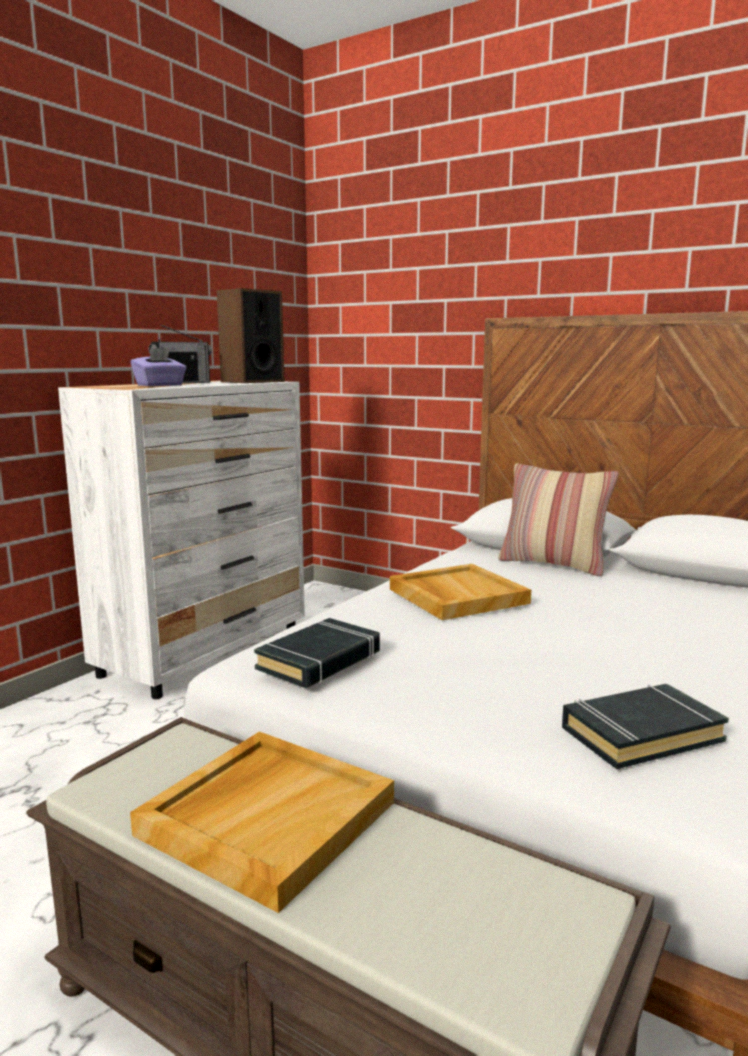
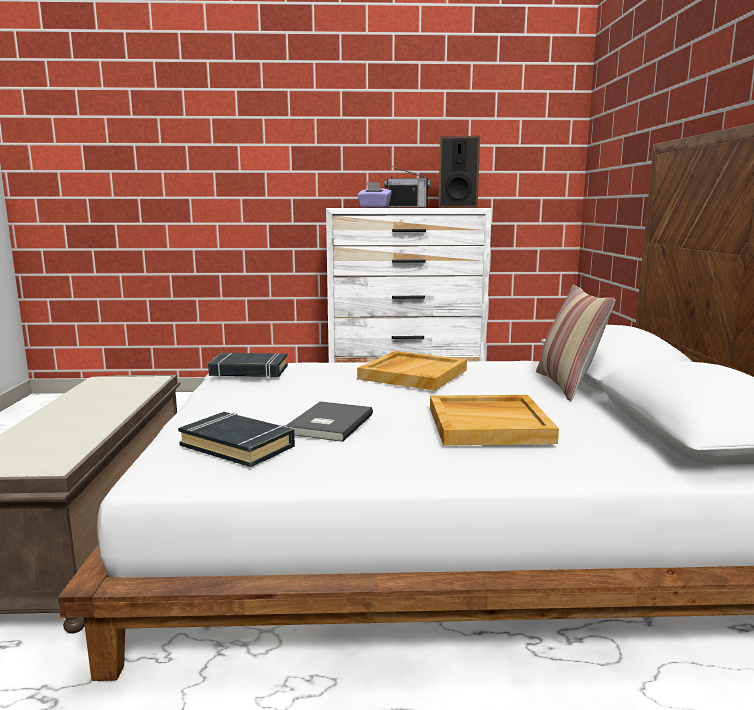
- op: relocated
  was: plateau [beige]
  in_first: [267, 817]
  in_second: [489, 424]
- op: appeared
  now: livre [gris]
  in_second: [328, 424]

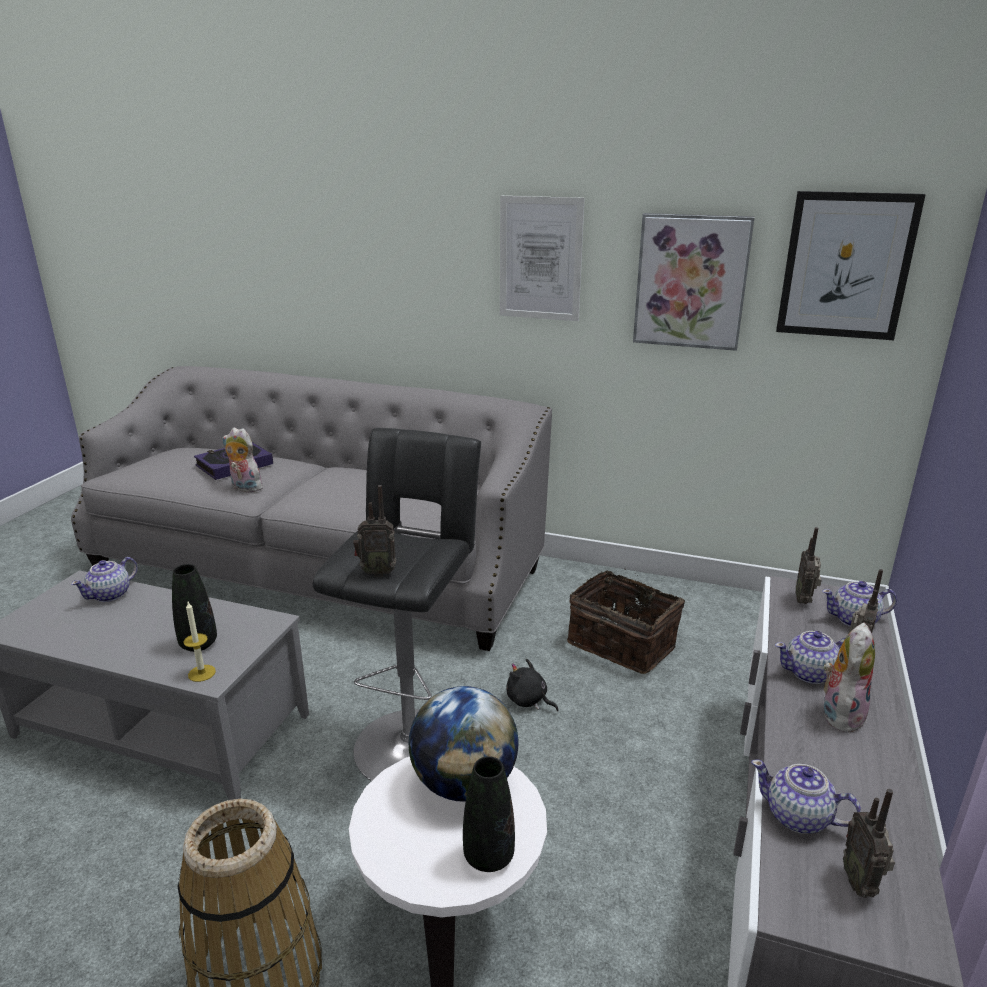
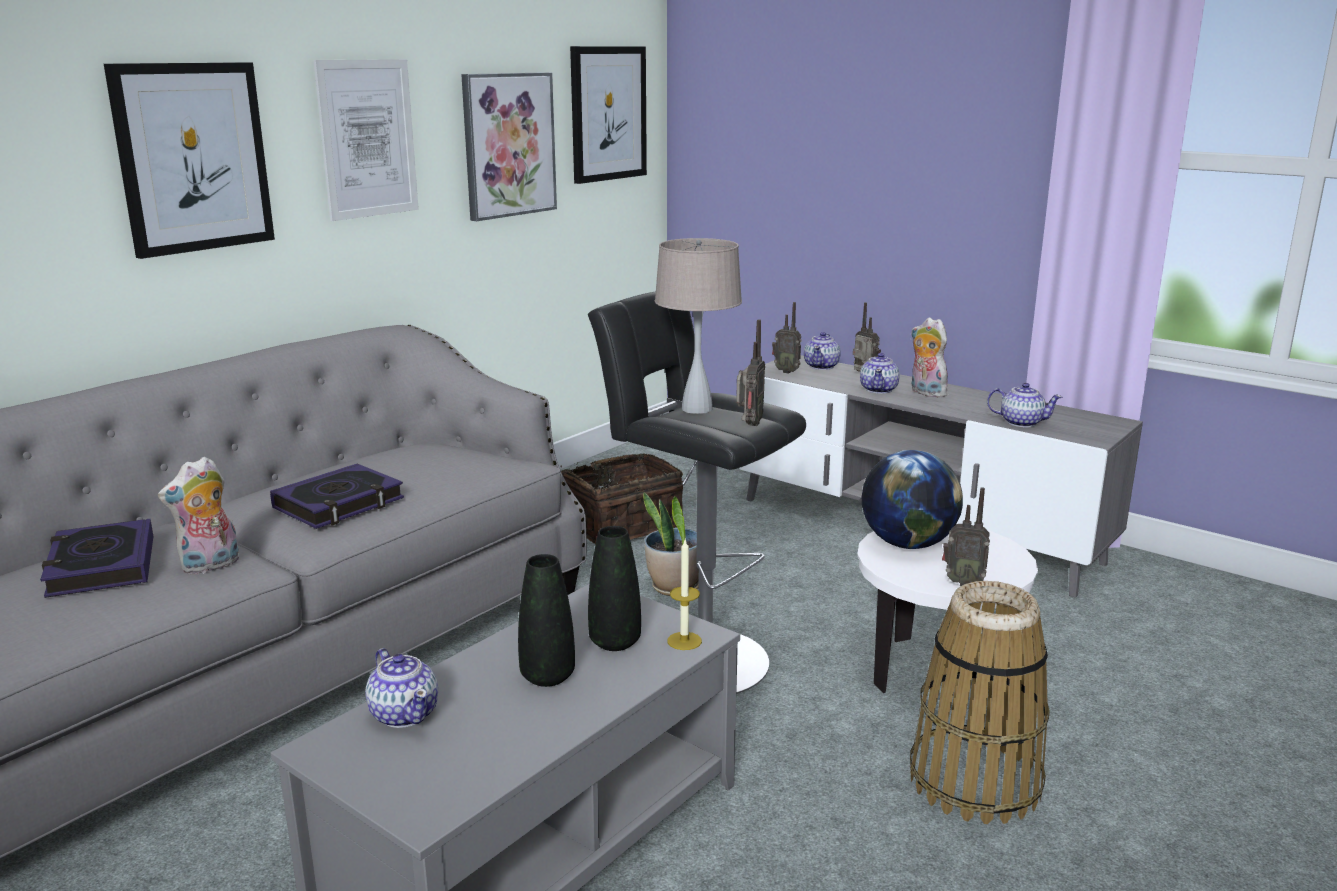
- op: exchanged
  was: peluche [noir]
  now: plante en pot
  in_first: [528, 700]
  in_second: [674, 587]
- op: relocated
  was: vase [noir]
  in_first: [488, 857]
  in_second: [547, 676]
- op: spun
  was: théière
  in_first: [798, 817]
  in_second: [1021, 422]
  clockwise: -120
- op: relocated
  was: radio
  in_first: [861, 883]
  in_second: [962, 582]
- op: appeared
  now: tableau
  in_second: [193, 158]
- op: appeared
  now: lampe de table [beige]
  in_second: [697, 409]
- op: appeared
  now: livre
  in_second: [339, 504]

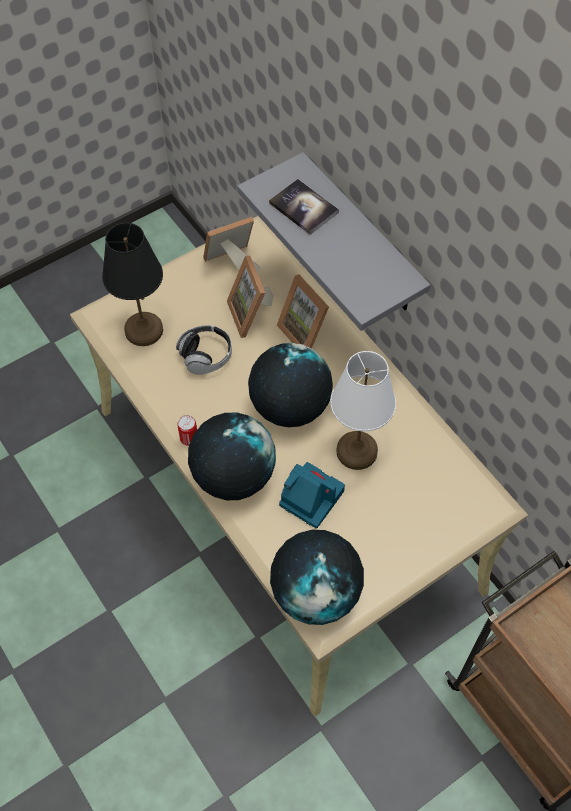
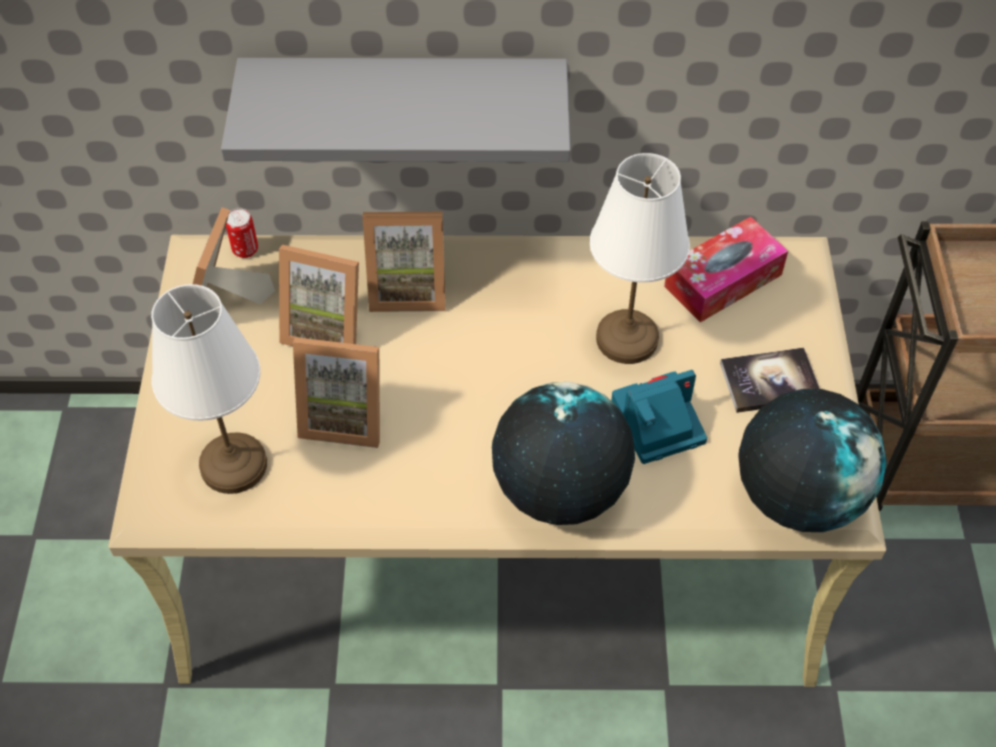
- op: relocated
  was: livre
  in_first: [303, 208]
  in_second: [769, 381]
- op: colour
  was: lampe de table [noir]
  now: lampe de table [blanc]
  in_first: [143, 330]
  in_second: [233, 466]
- op: exchanged
  was: casque audio
  now: cadre photo
  in_first: [206, 356]
  in_second: [344, 416]
- op: missing
  was: globe
  in_first: [289, 406]
- op: relocated
  was: boîte métallique
  in_first: [189, 439]
  in_second: [245, 250]
- op: appeared
  now: boîte à mouchoirs
  in_second: [723, 280]

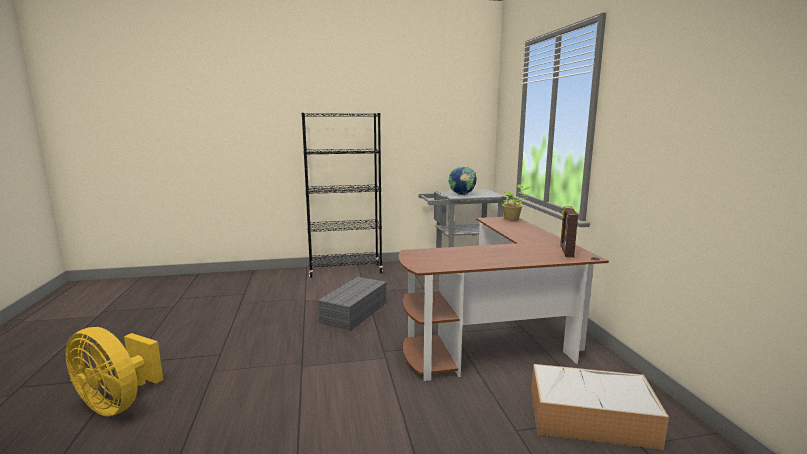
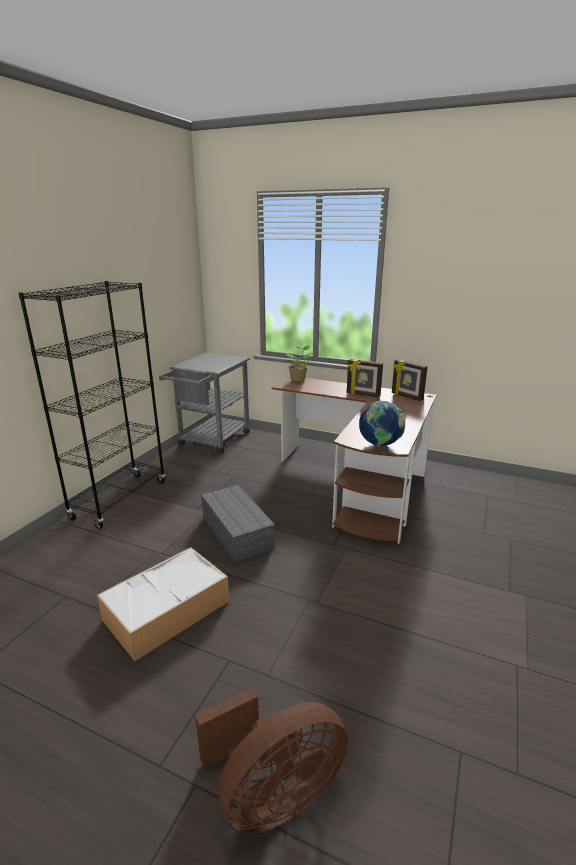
- op: relocated
  was: globe
  in_first: [462, 195]
  in_second: [380, 445]
- op: colour
  was: ventilateur [jaune]
  now: ventilateur [marron]
  in_first: [117, 403]
  in_second: [273, 794]
- op: relocated
  was: boîte de rangement
  in_first: [589, 418]
  in_second: [166, 612]
- op: appeared
  now: cadre photo
  in_second: [363, 394]

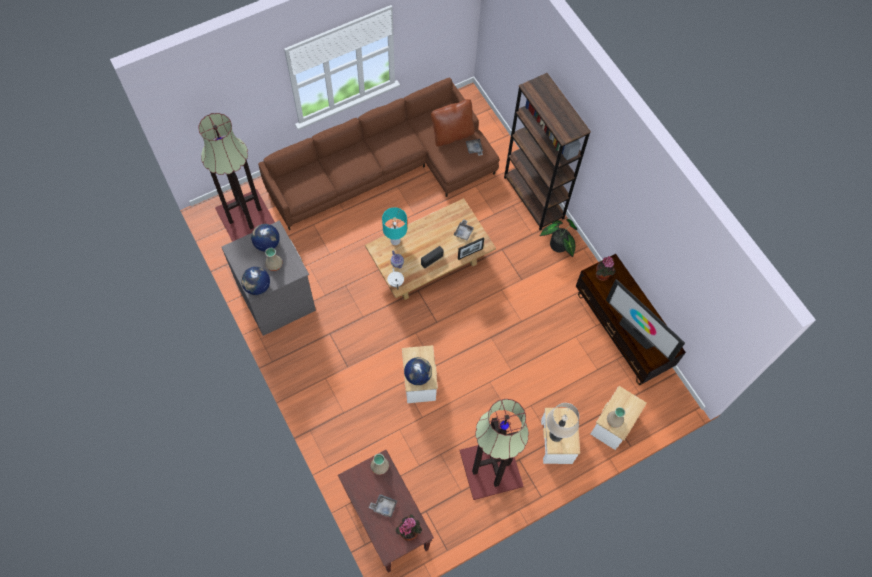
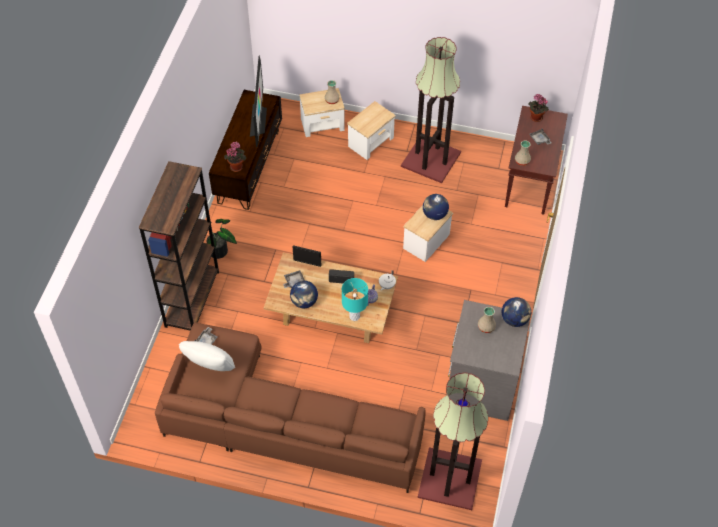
- op: colour
  was: coussin [marron]
  now: coussin [blanc]
  in_first: [452, 135]
  in_second: [209, 368]
- op: relocated
  was: globe
  in_first: [267, 244]
  in_second: [304, 302]
- op: missing
  was: lampe de table [beige]
  in_first: [556, 435]

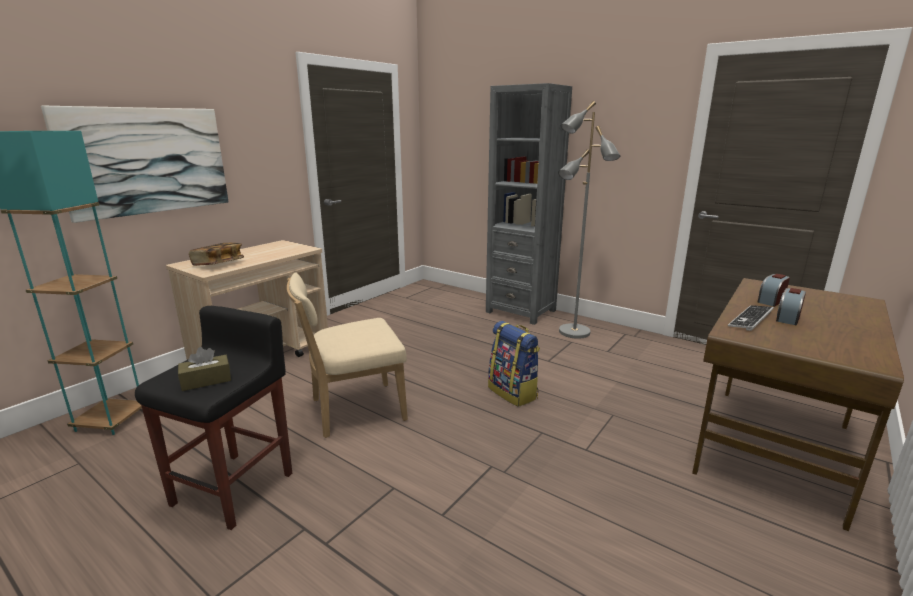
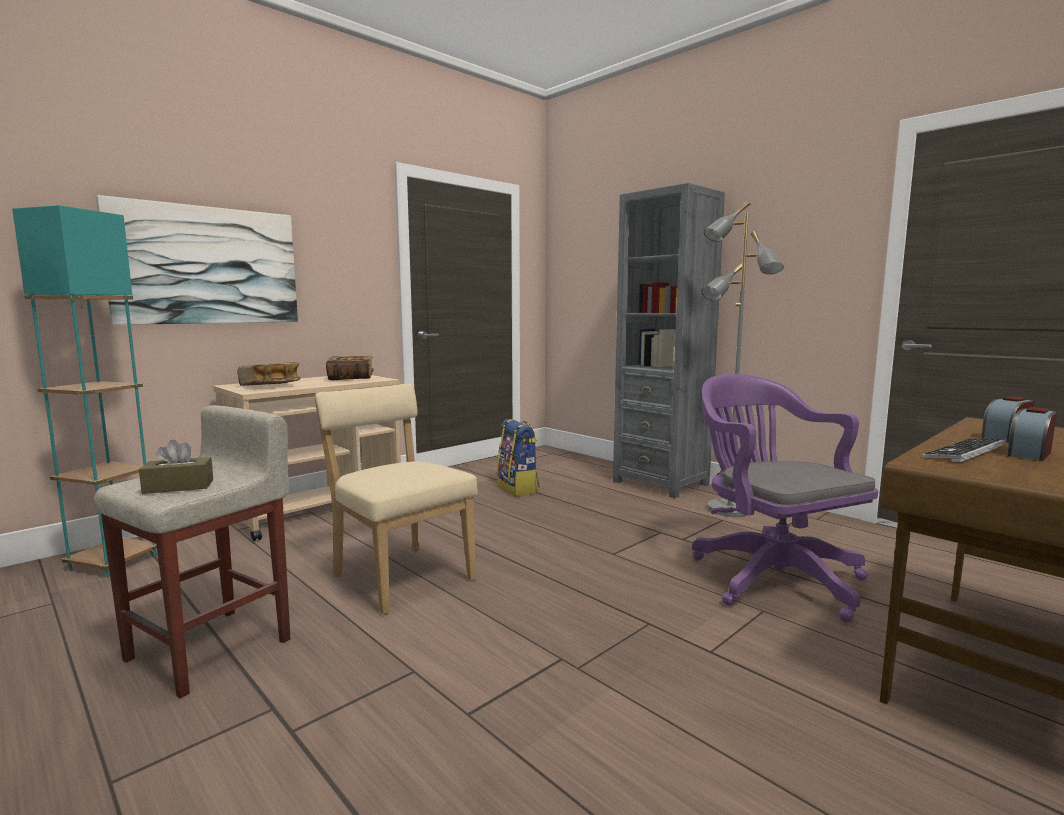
- op: spun
  was: chaise [beige]
  in_first: [353, 410]
  in_second: [399, 575]
  clockwise: 60
- op: colour
  was: tabouret [noir]
  now: tabouret [beige]
  in_first: [235, 487]
  in_second: [212, 648]
- op: relocated
  was: sac à dos
  in_first: [513, 393]
  in_second: [518, 488]
- op: appeared
  now: livre
  in_second: [351, 378]
- op: appeared
  now: chaise de bureau [violet]
  in_second: [770, 576]

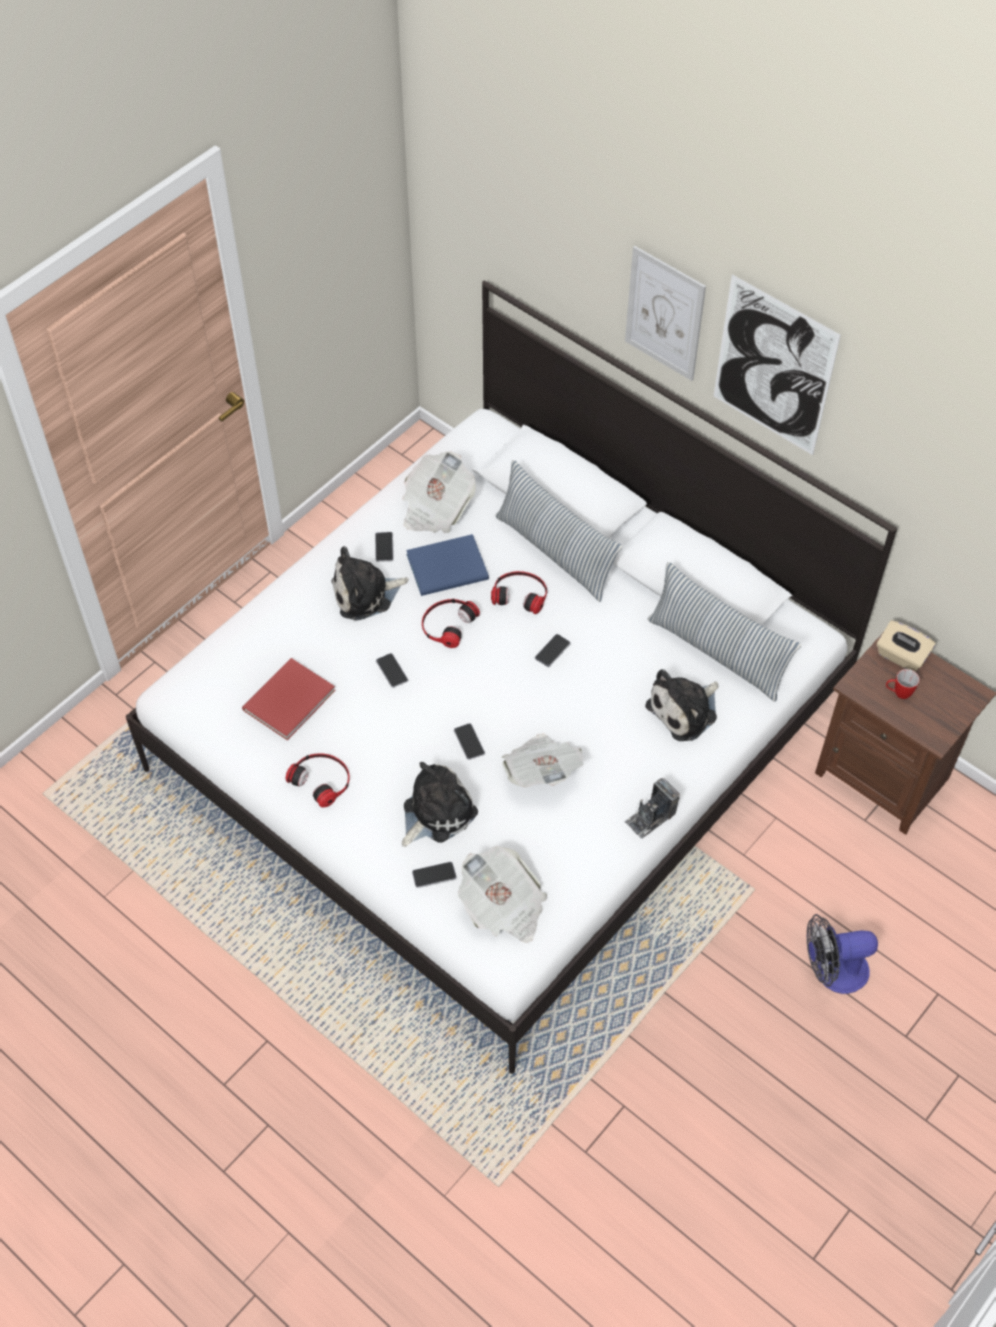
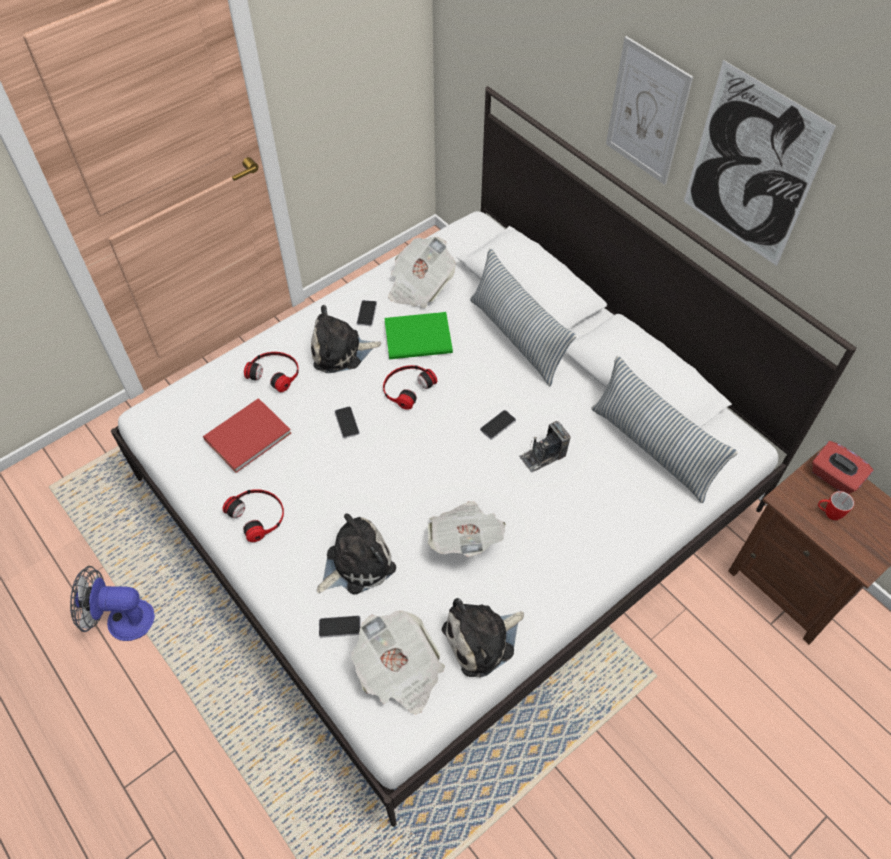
- op: colour
  was: livre [bleu]
  now: livre [vert]
  in_first: [450, 568]
  in_second: [420, 339]
- op: relocated
  was: casque audio
  in_first: [520, 594]
  in_second: [275, 372]
- op: colour
  was: boîte à mouchoirs [beige]
  now: boîte à mouchoirs [rouge]
  in_first: [901, 656]
  in_second: [834, 477]
- op: relocated
  was: peluche
  in_first: [685, 710]
  in_second: [482, 639]
- op: missing
  was: téléphone
  in_first: [469, 742]
- op: relocated
  was: appareil photo
  in_first: [650, 817]
  in_second: [543, 456]
- op: relocated
  was: ventilateur
  in_first: [832, 972]
  in_second: [122, 619]

